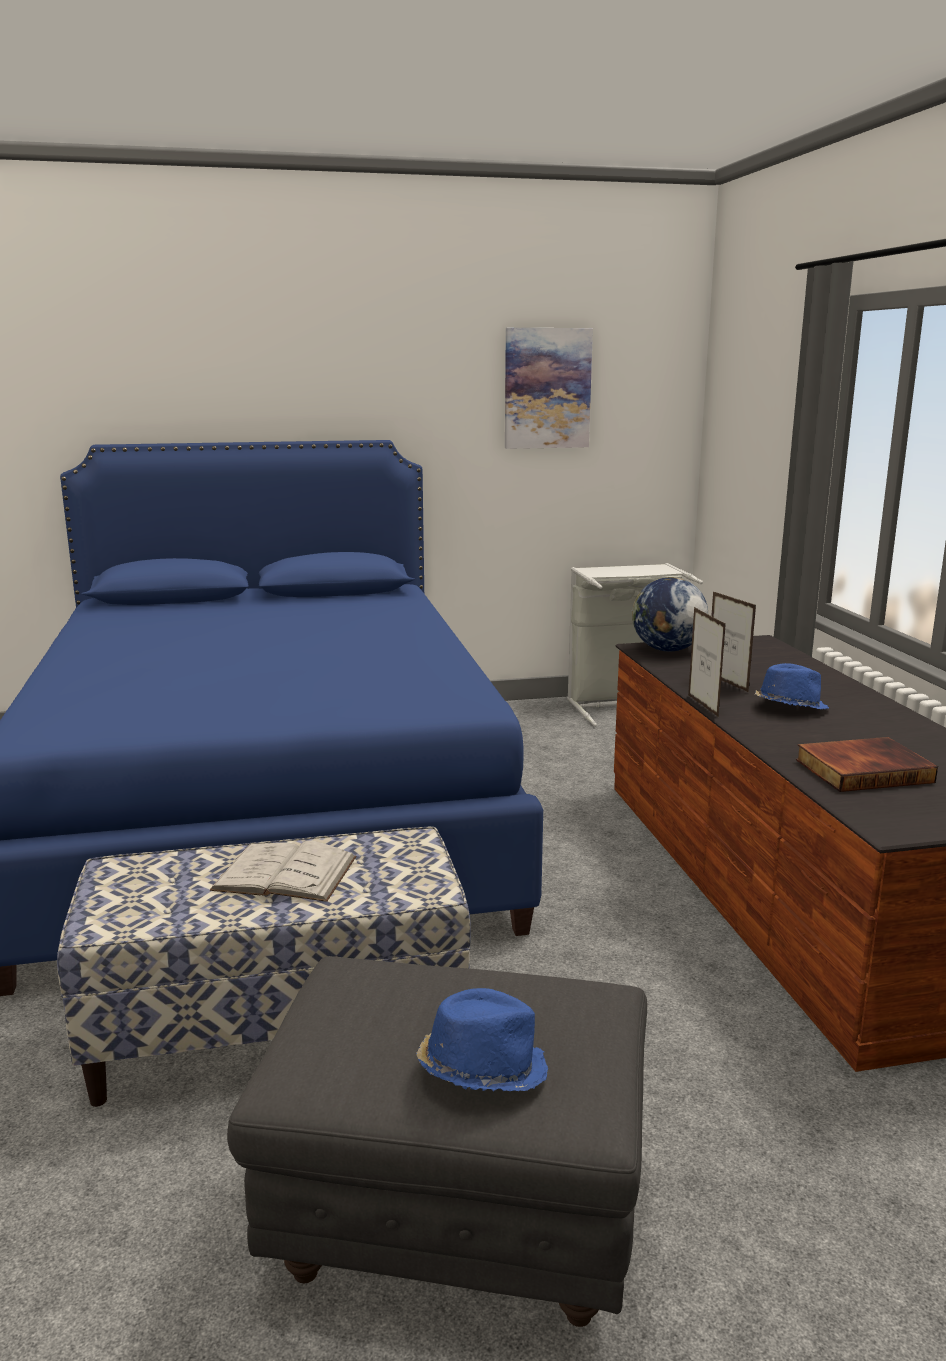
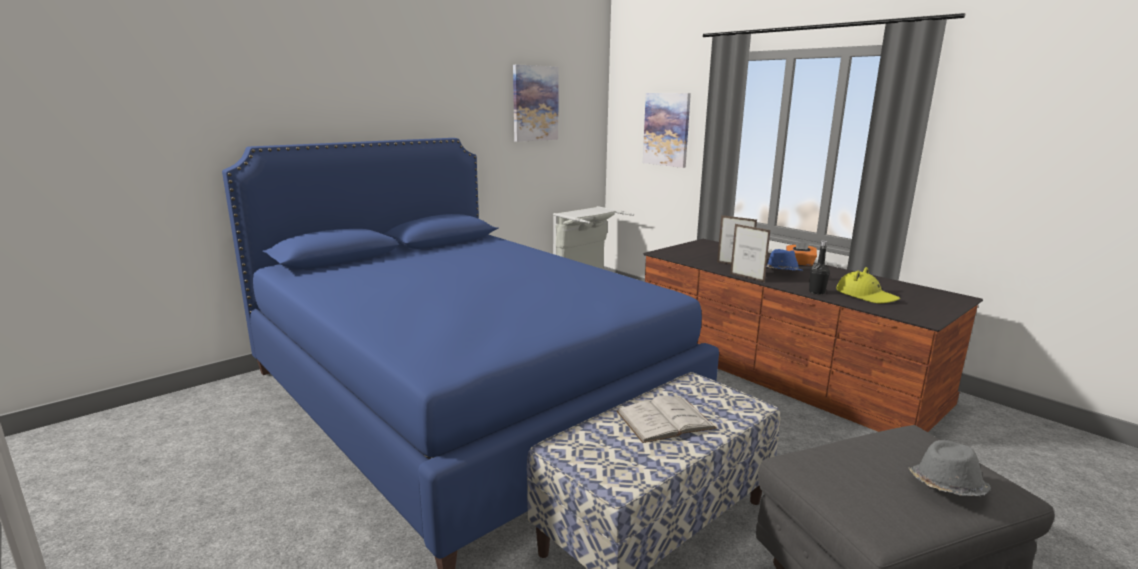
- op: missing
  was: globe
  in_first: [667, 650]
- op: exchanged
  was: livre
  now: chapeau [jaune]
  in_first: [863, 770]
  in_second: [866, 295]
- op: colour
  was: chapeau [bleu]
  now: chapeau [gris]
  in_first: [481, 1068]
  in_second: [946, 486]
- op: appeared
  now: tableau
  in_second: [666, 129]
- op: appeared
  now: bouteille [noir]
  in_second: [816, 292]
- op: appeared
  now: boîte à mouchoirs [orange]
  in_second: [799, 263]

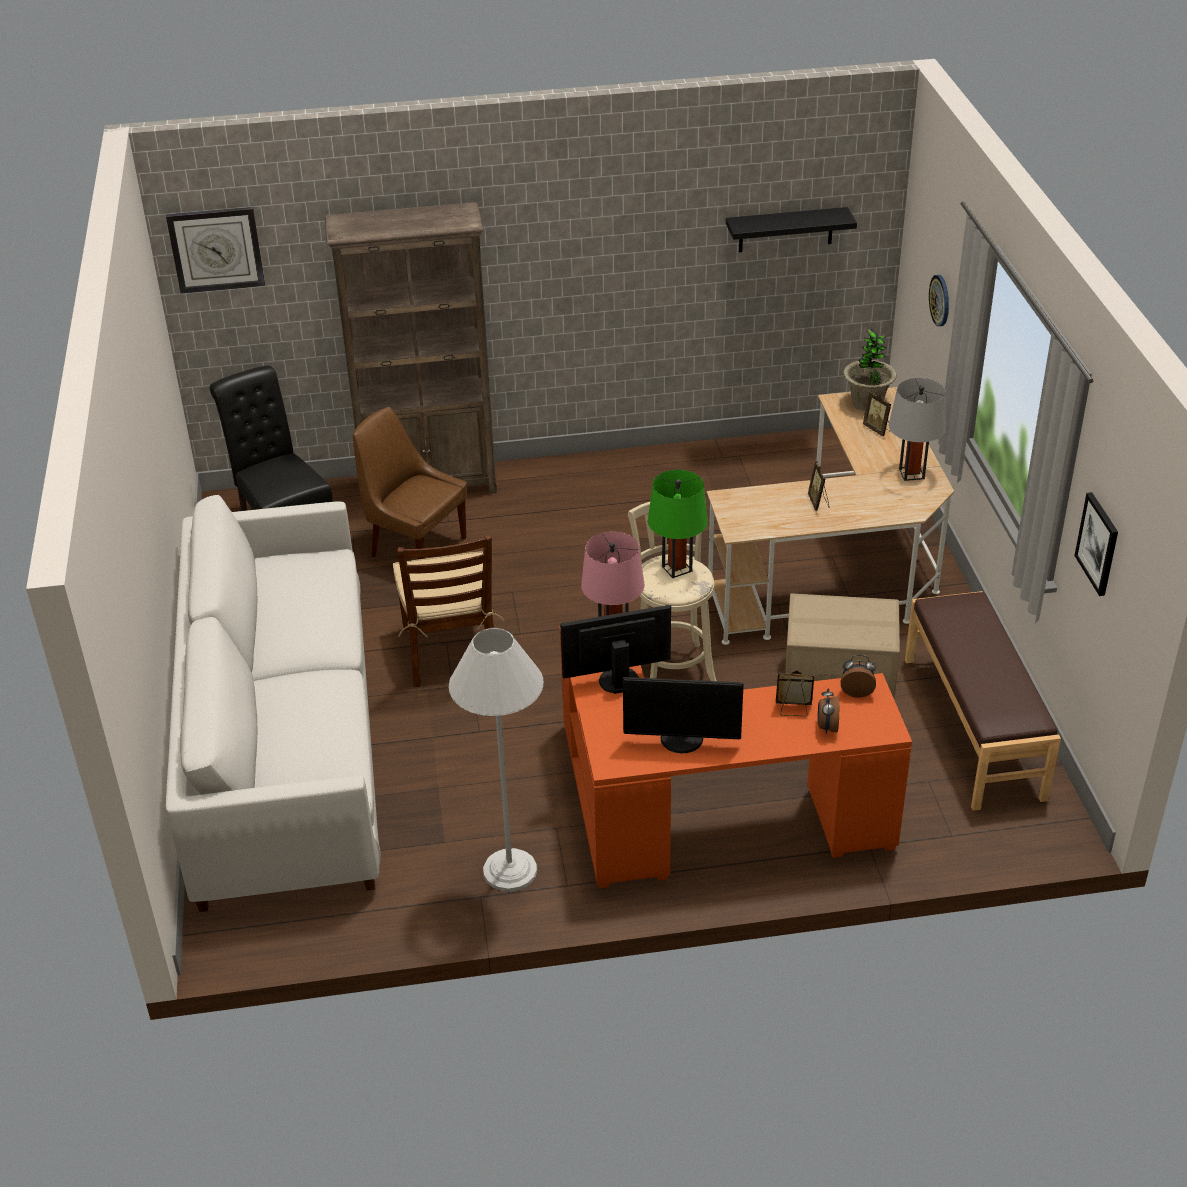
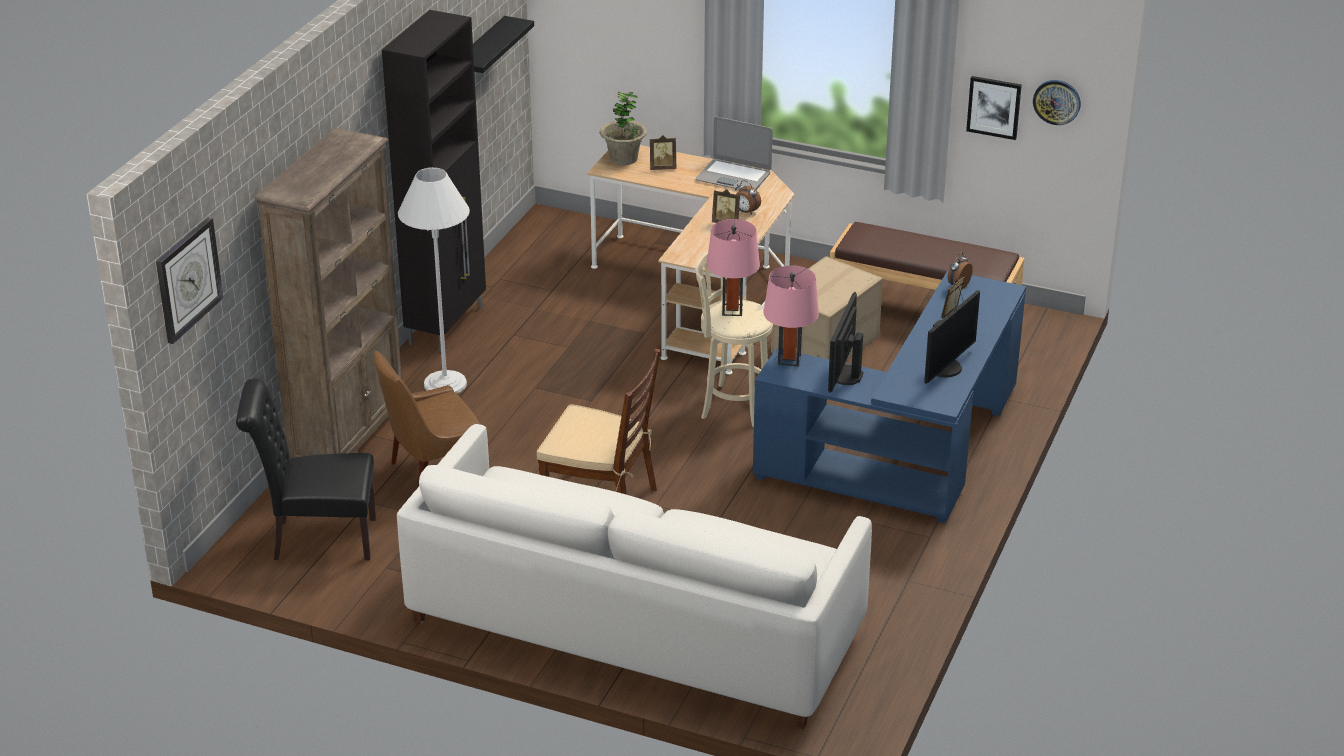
- op: relocated
  was: horloge murale
  in_first: [940, 300]
  in_second: [1057, 101]
- op: exchanged
  was: lampe de table [gris]
  now: ordinateur portable
  in_first: [911, 473]
  in_second: [733, 176]
- op: colour
  was: lampe de table [vert]
  now: lampe de table [rose]
  in_first: [677, 569]
  in_second: [732, 310]
- op: colour
  was: bureau [orange]
  now: bureau [bleu]
  in_first: [701, 816]
  in_second: [910, 453]
- op: relocated
  was: lampadaire [blanc]
  in_first: [510, 870]
  in_second: [445, 384]
- op: relocated
  was: réveil
  in_first: [827, 727]
  in_second: [746, 212]
- op: appeared
  now: meuble de rangement [noir]
  in_second: [447, 325]

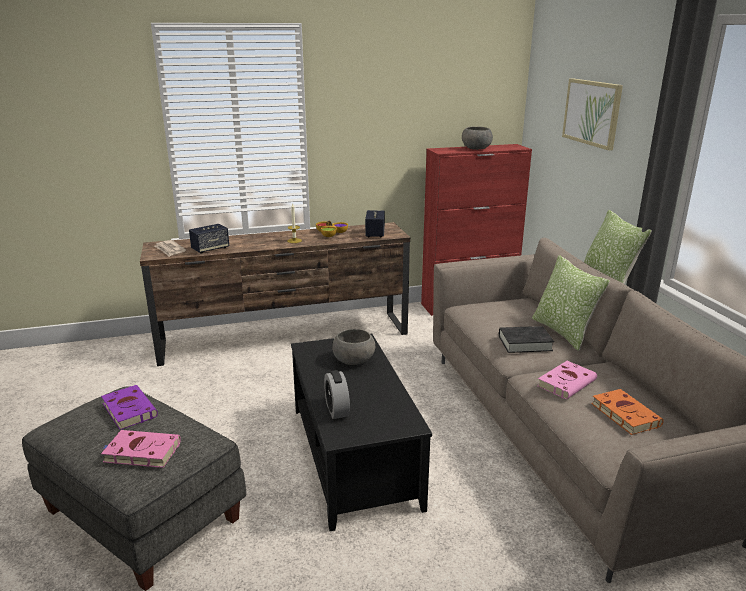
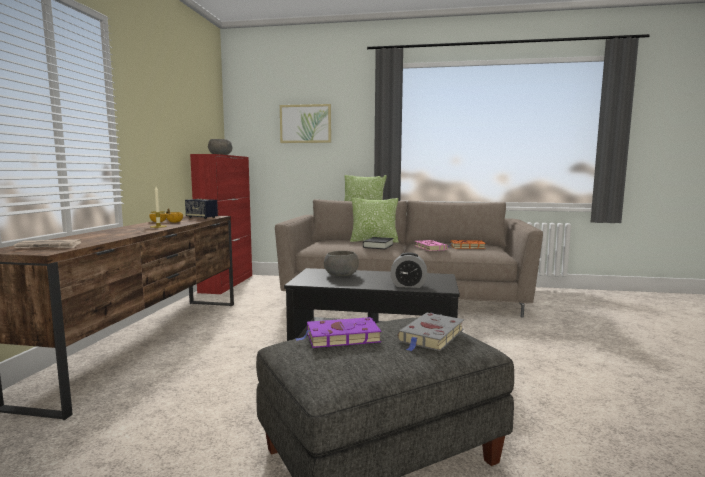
- op: missing
  was: enceinte
  in_first: [210, 249]
- op: colour
  was: livre [rose]
  now: livre [gris]
  in_first: [140, 452]
  in_second: [431, 336]

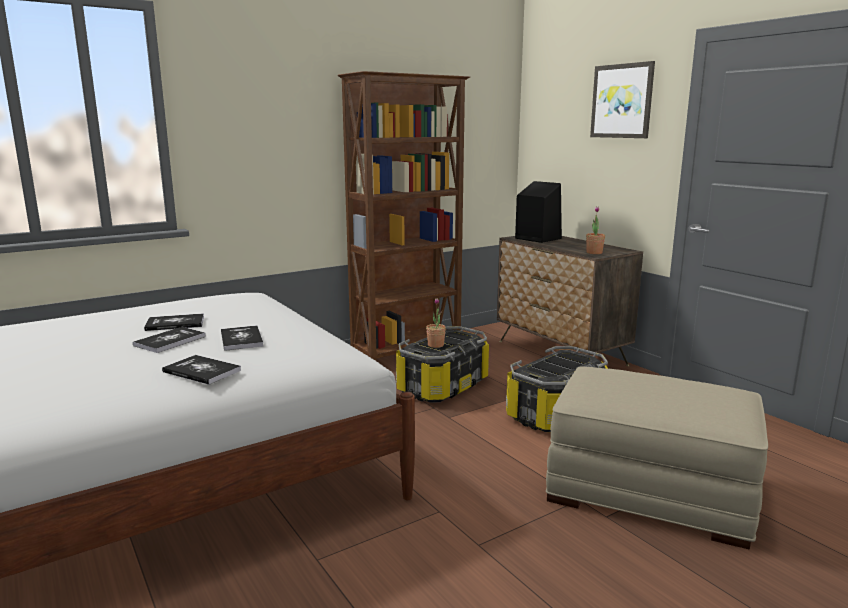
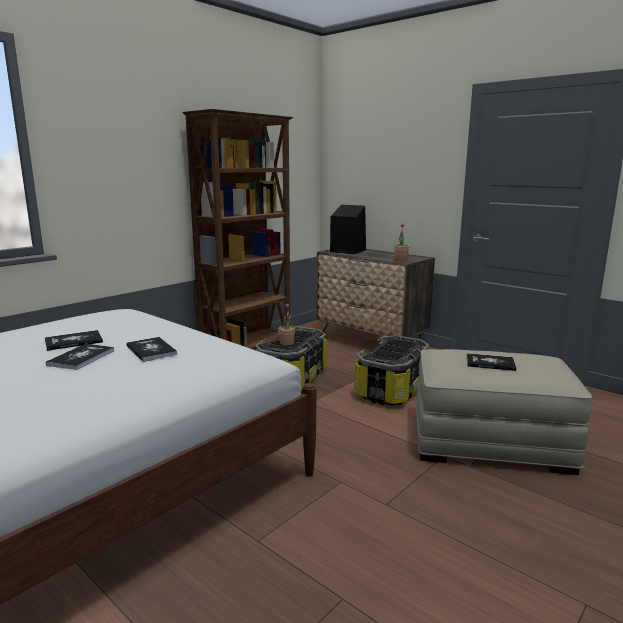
- op: missing
  was: tableau
  in_first: [622, 101]
- op: relocated
  was: livre
  in_first: [202, 371]
  in_second: [490, 363]

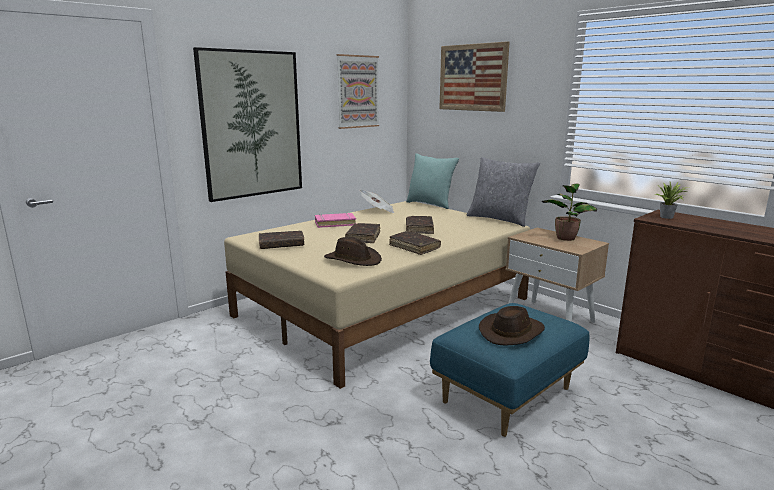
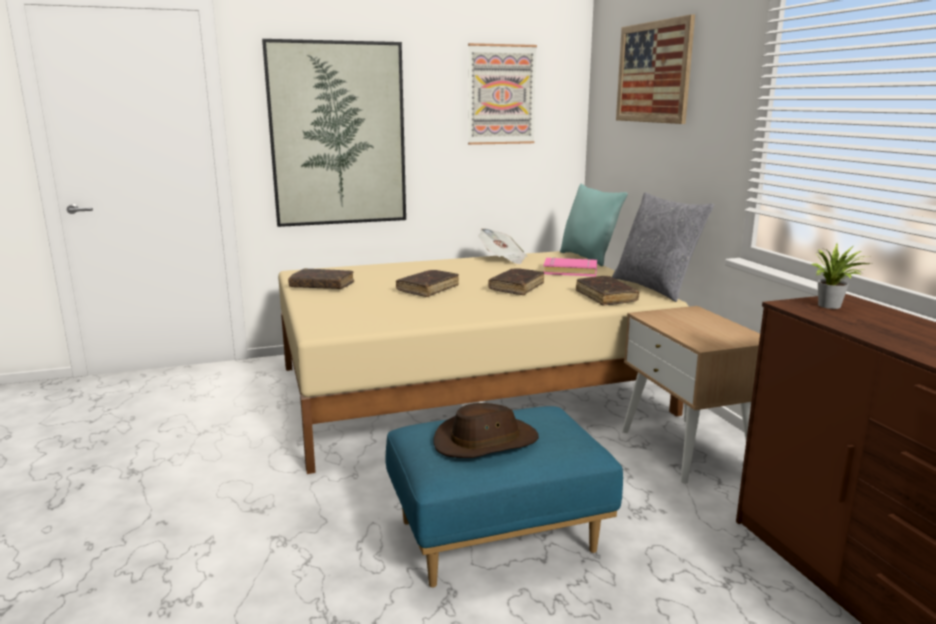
- op: missing
  was: plante en pot
  in_first: [566, 237]
- op: relocated
  was: livre [rose]
  in_first: [335, 223]
  in_second: [570, 271]
- op: relocated
  was: livre [marron]
  in_first: [414, 247]
  in_second: [606, 297]
- op: missing
  was: chapeau [marron]
  in_first: [353, 259]

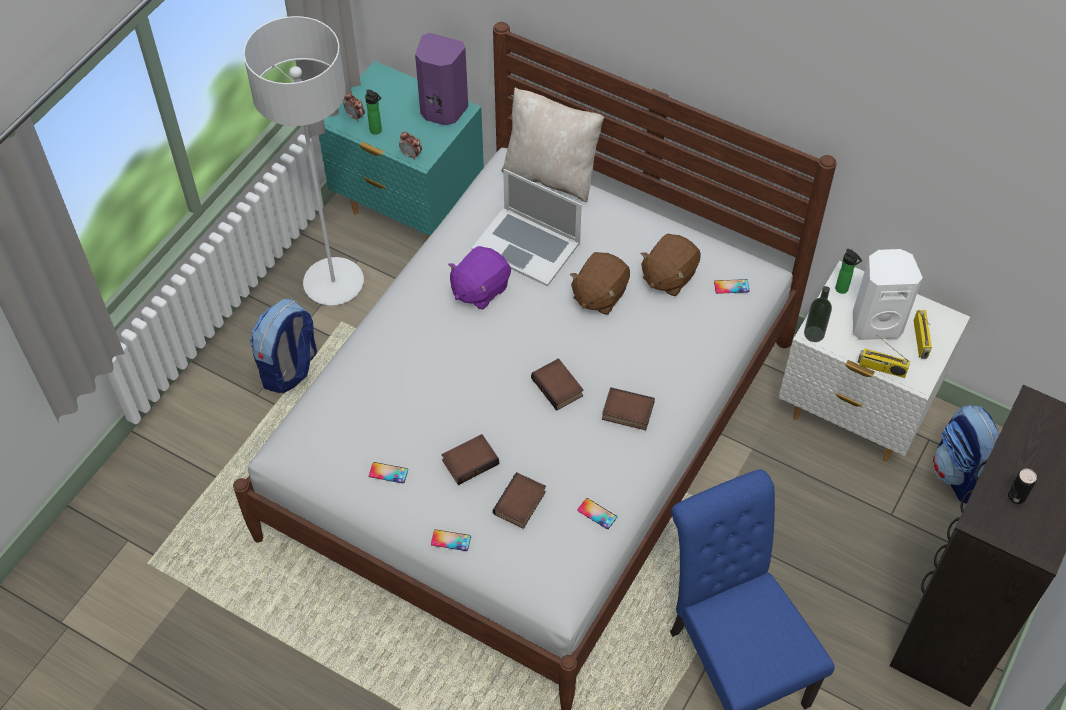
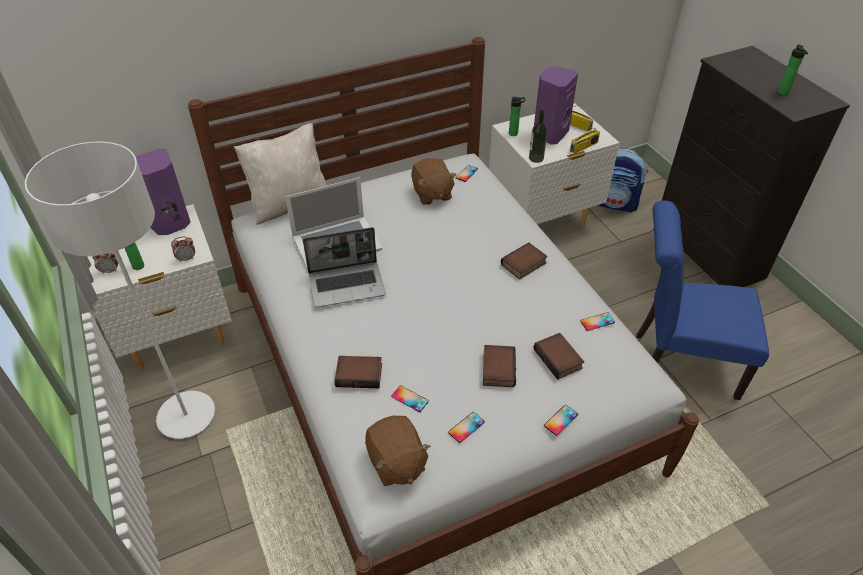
- op: colour
  was: table de chevet [turquoise]
  now: table de chevet [blanc]
  in_first: [409, 209]
  in_second: [177, 335]
- op: exchanged
  was: peluche [violet]
  now: ordinateur portable
  in_first: [479, 289]
  in_second: [347, 284]
- op: colour
  was: enceinte [blanc]
  now: enceinte [violet]
  in_first: [875, 323]
  in_second: [549, 134]
- op: relocated
  was: peluche [marron]
  in_first: [599, 295]
  in_second: [396, 463]
- op: missing
  was: sac à dos
  in_first: [289, 369]
- op: relocated
  was: livre
  in_first: [559, 387]
  in_second: [360, 374]
- op: exchanged
  was: boîte métallique
  now: bouteille
  in_first: [1016, 496]
  in_second: [783, 93]
- op: appeared
  now: téléphone
  in_second: [409, 399]

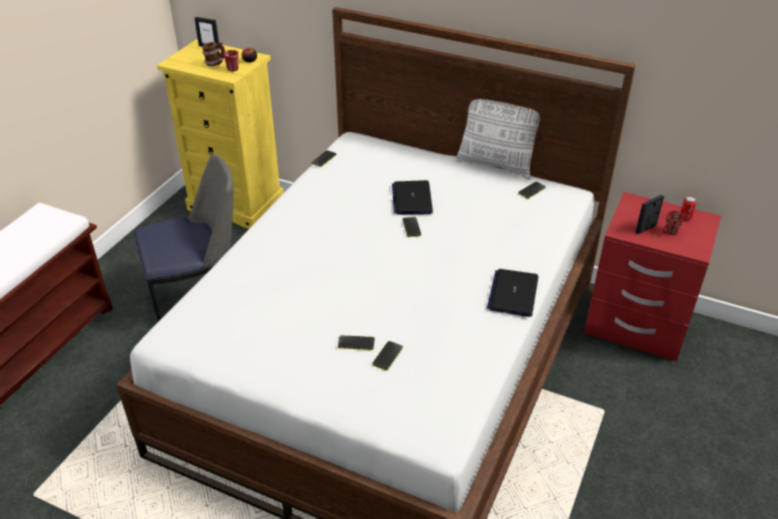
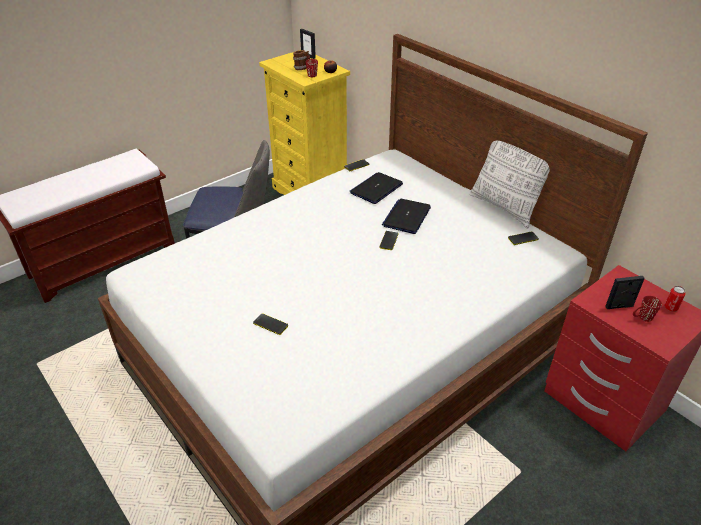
- op: relocated
  was: ordinateur portable
  in_first: [513, 293]
  in_second: [376, 189]
- op: missing
  was: téléphone
  in_first: [387, 356]

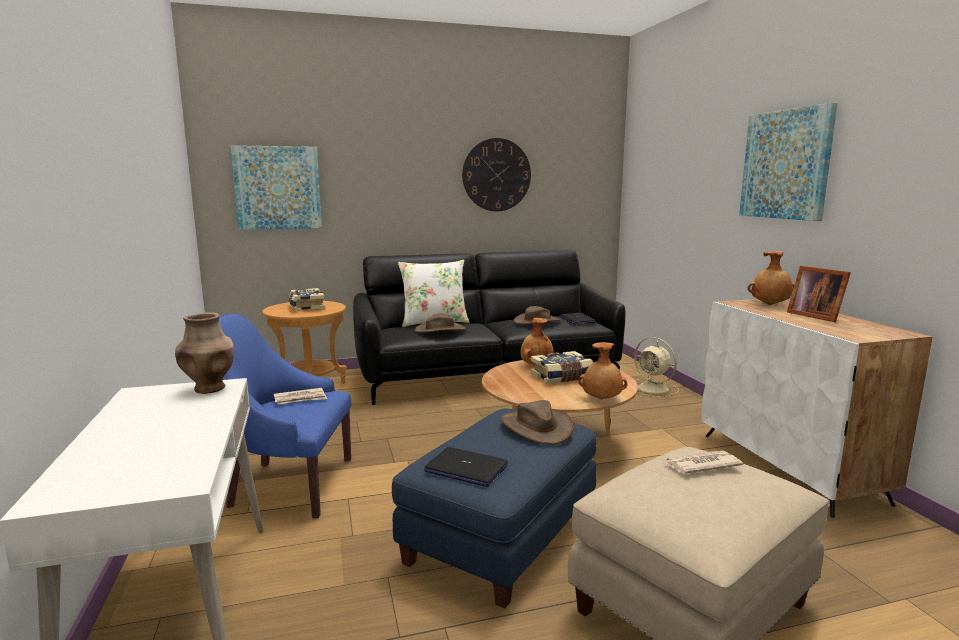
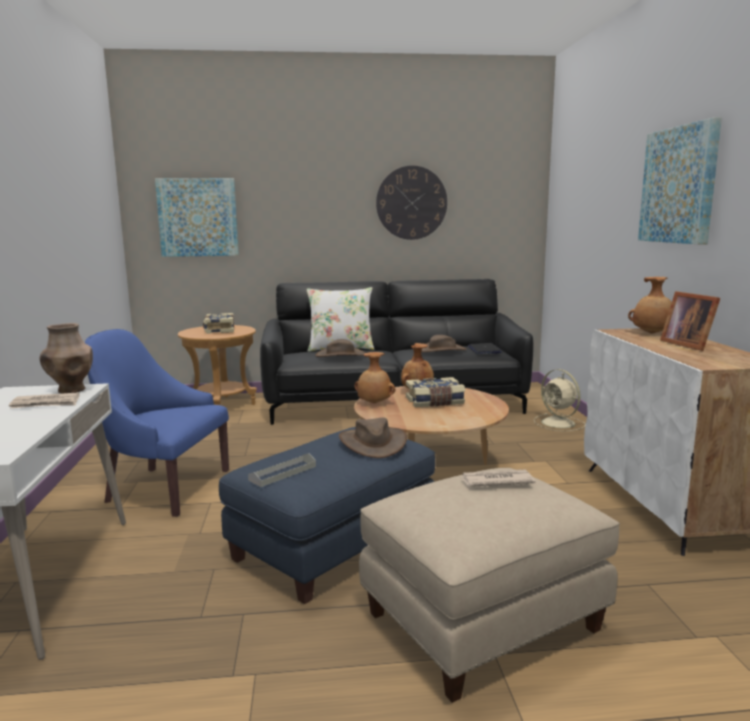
- op: relocated
  was: vase [marron]
  in_first: [601, 399]
  in_second: [374, 403]
- op: relocated
  was: journal
  in_first: [300, 399]
  in_second: [46, 404]
- op: exchanged
  was: ordinateur portable
  now: plateau [gris]
  in_first: [466, 468]
  in_second: [283, 473]

